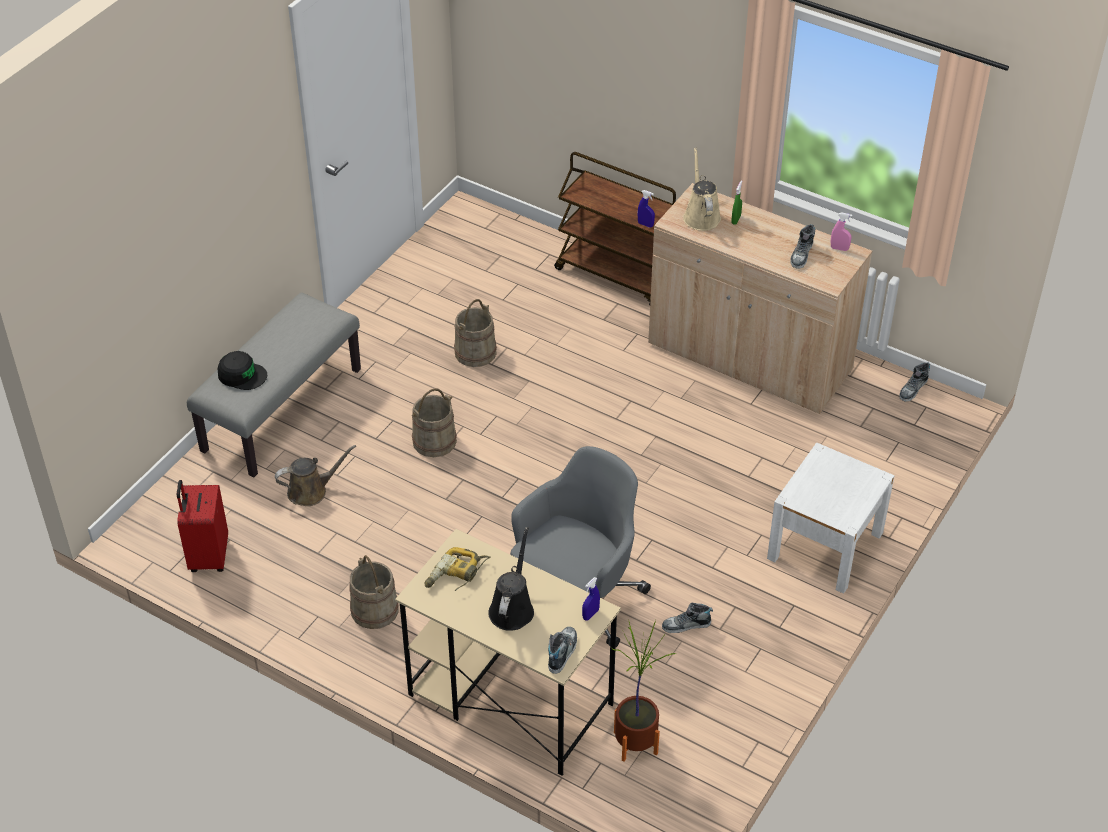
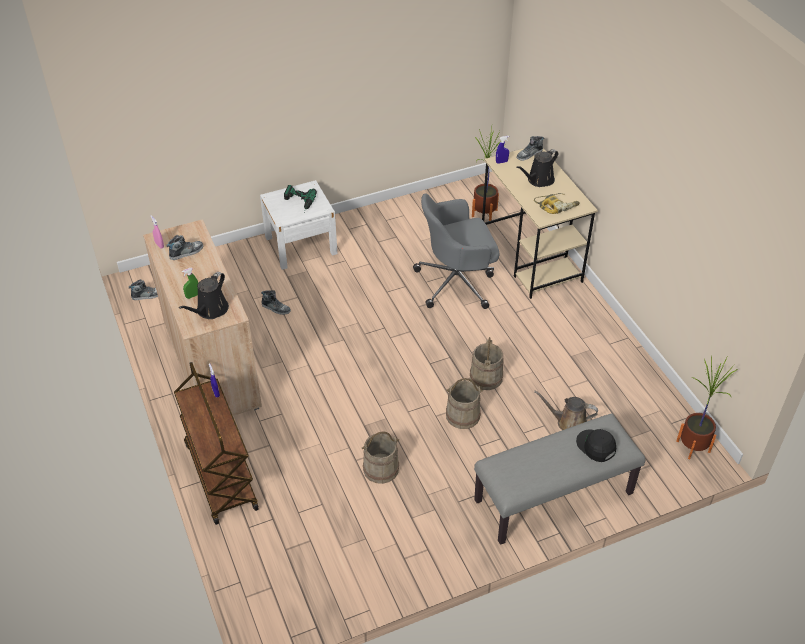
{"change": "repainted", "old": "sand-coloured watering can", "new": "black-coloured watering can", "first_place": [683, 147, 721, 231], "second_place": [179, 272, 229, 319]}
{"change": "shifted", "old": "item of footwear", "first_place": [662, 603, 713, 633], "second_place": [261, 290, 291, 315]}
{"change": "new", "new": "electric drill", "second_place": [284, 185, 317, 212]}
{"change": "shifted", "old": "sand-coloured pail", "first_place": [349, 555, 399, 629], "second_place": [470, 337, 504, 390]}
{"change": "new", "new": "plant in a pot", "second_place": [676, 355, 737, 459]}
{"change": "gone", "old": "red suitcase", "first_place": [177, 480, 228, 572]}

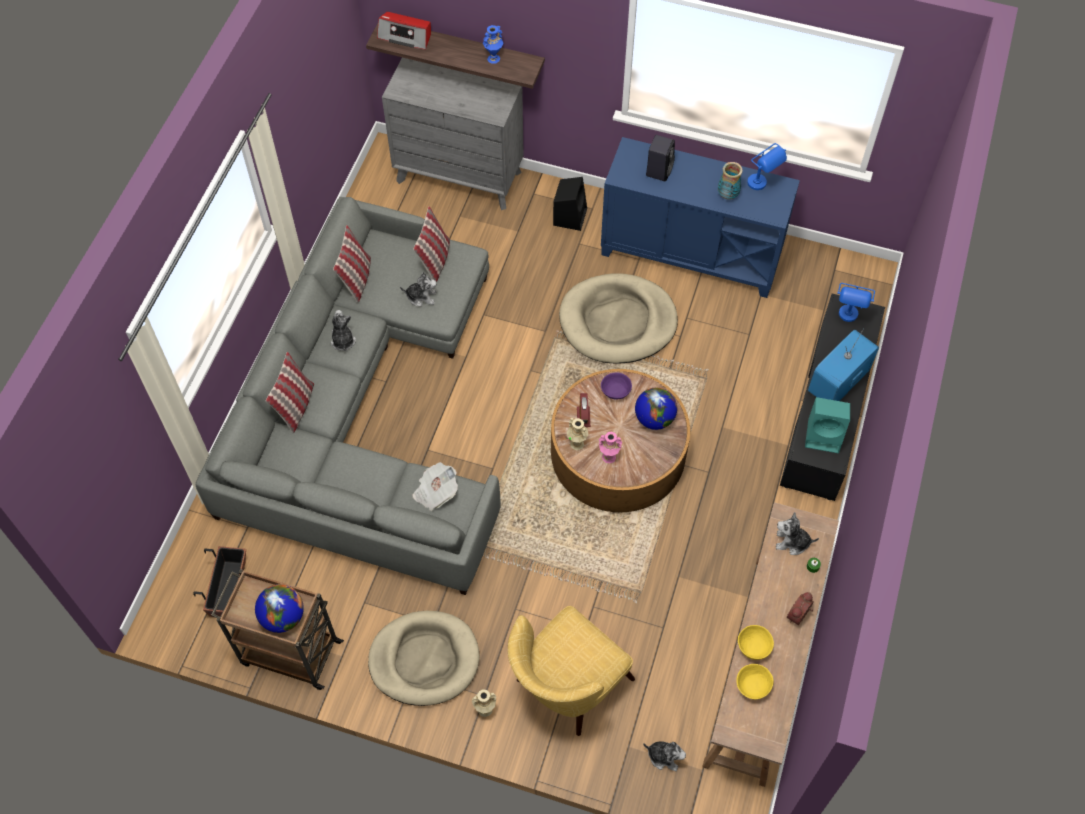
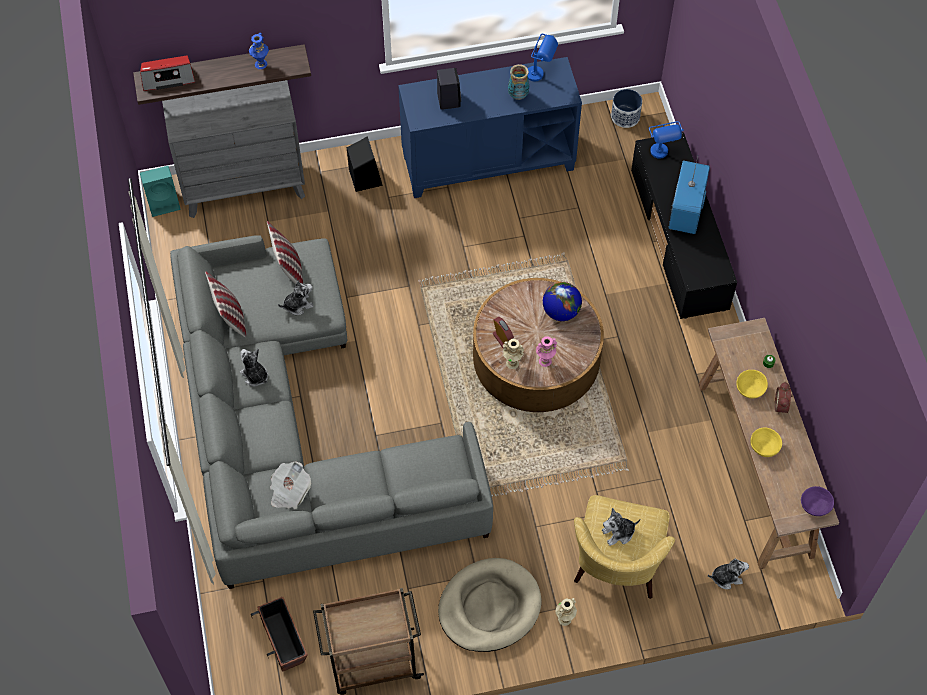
{"change": "shifted", "old": "turquoise-coloured audio speaker", "first_place": [805, 397, 850, 453], "second_place": [140, 166, 181, 217]}
{"change": "shifted", "old": "daily paper", "first_place": [412, 462, 458, 511], "second_place": [270, 462, 311, 509]}
{"change": "shifted", "old": "cuddly toy", "first_place": [776, 512, 819, 555], "second_place": [602, 508, 640, 546]}
{"change": "new", "new": "plant pot", "second_place": [611, 89, 642, 128]}
{"change": "shifted", "old": "yellow-coloured deep dish", "first_place": [736, 664, 774, 700], "second_place": [736, 370, 768, 399]}
{"change": "shifted", "old": "purple-coloured deep dish", "first_place": [601, 372, 632, 400], "second_place": [801, 486, 834, 516]}
{"change": "gone", "old": "world globe", "first_place": [255, 584, 304, 633]}
{"change": "gone", "old": "cushion", "first_place": [266, 352, 314, 433]}
{"change": "gone", "old": "sand-coloured dog cushion", "first_place": [559, 273, 678, 363]}

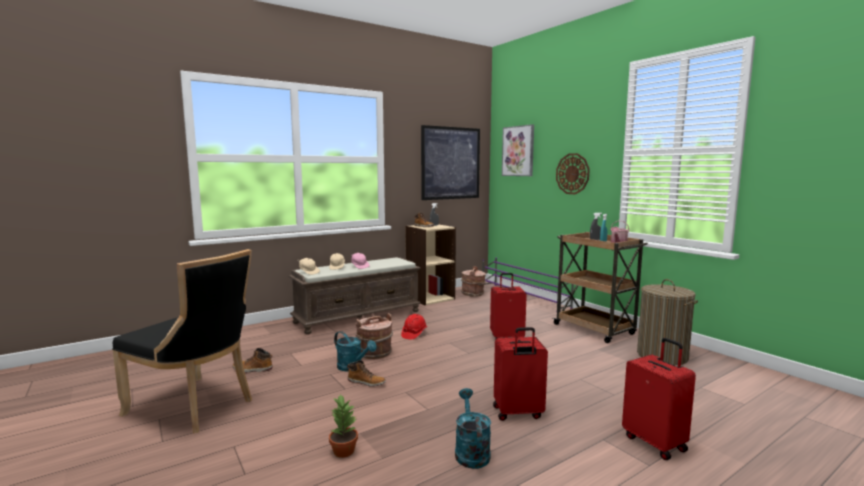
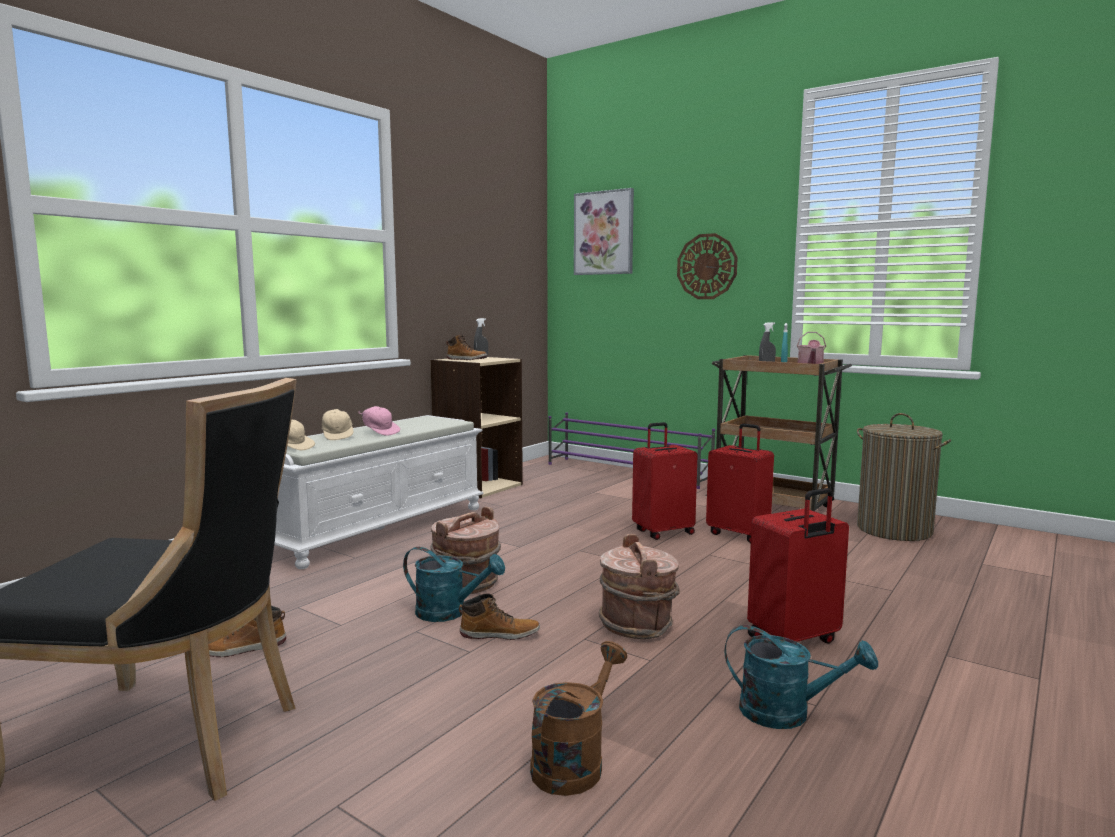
{"change": "repainted", "old": "brownish indoor bench", "new": "white indoor bench", "first_place": [288, 257, 421, 335], "second_place": [274, 415, 483, 569]}
{"change": "swapped", "old": "plant in a pot", "new": "brownish watering can", "first_place": [329, 394, 358, 458], "second_place": [530, 641, 627, 796]}
{"change": "shifted", "old": "brownish pail", "first_place": [461, 266, 486, 297], "second_place": [599, 534, 679, 639]}
{"change": "shifted", "old": "red suitcase", "first_place": [622, 338, 696, 460], "second_place": [706, 423, 774, 543]}
{"change": "rotated", "old": "turquoise-coloured watering can", "first_place": [455, 388, 491, 469], "second_place": [724, 625, 878, 729], "degrees": 135}
{"change": "gone", "old": "red hard hat", "first_place": [401, 314, 427, 340]}
{"change": "gone", "old": "wall art", "first_place": [421, 125, 480, 200]}

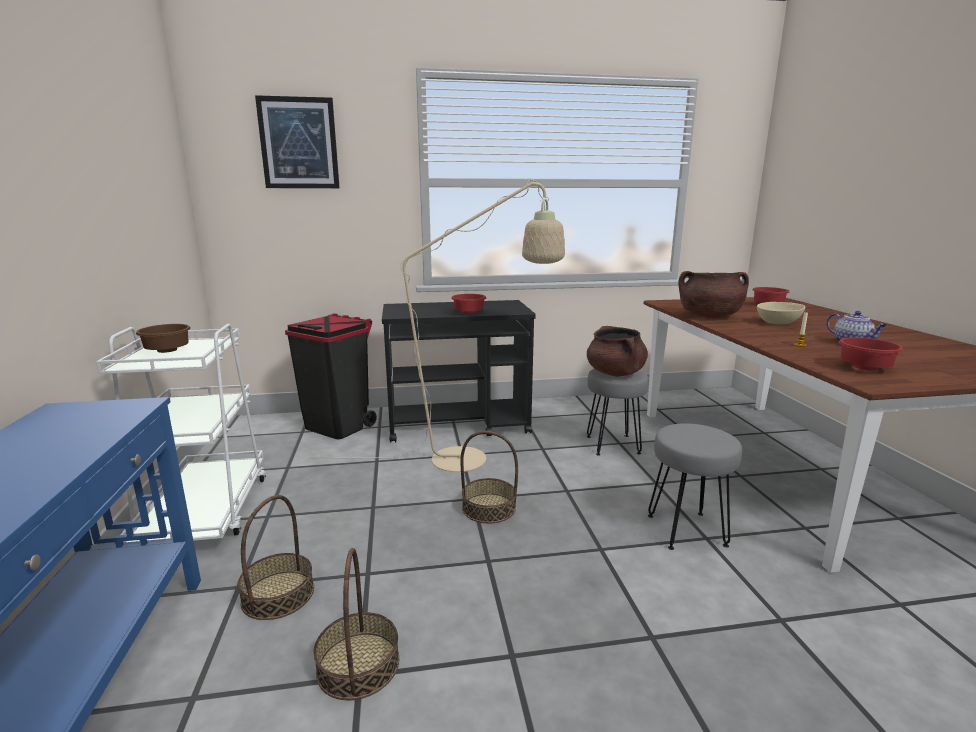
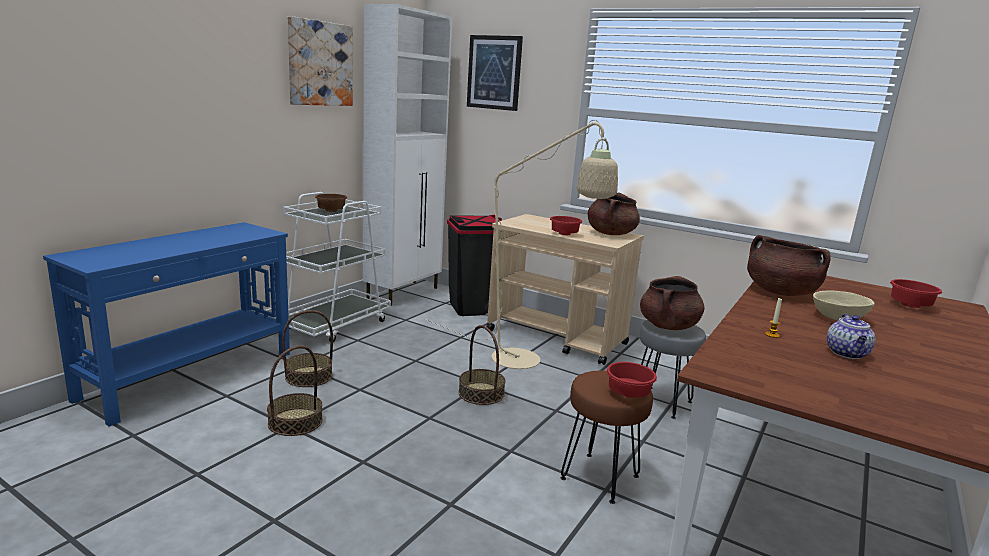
{"change": "new", "new": "wall art", "second_place": [288, 16, 353, 106]}
{"change": "new", "new": "white cabinet", "second_place": [363, 4, 452, 306]}
{"change": "repainted", "old": "black-coloured cart", "new": "sand-coloured cart", "first_place": [382, 300, 536, 443], "second_place": [486, 214, 644, 365]}
{"change": "repainted", "old": "grey sitting stool", "new": "brownish sitting stool", "first_place": [648, 423, 742, 550], "second_place": [561, 371, 653, 504]}
{"change": "new", "new": "brownish cooking pot", "second_place": [588, 193, 640, 235]}
{"change": "shifted", "old": "red deep dish", "first_place": [839, 337, 903, 370], "second_place": [606, 362, 657, 398]}

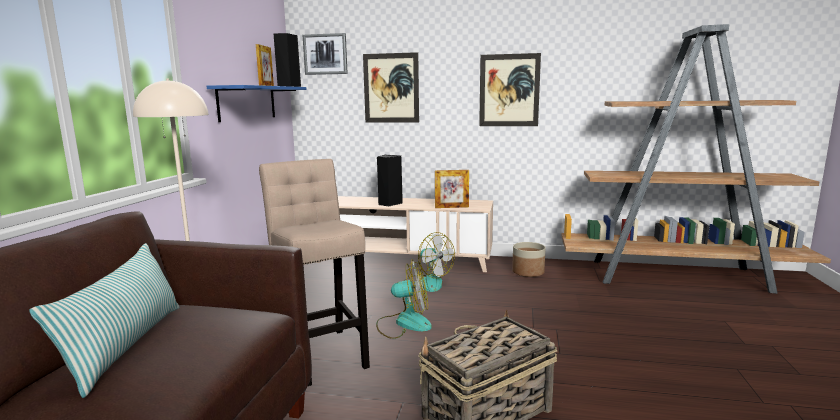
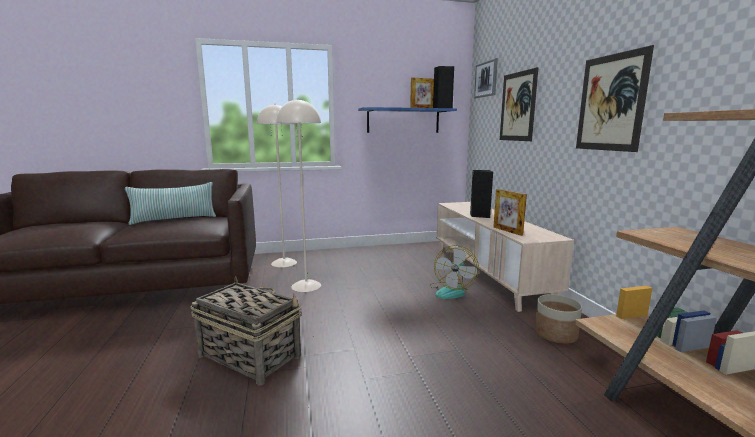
{"change": "swapped", "old": "sand-coloured sitting stool", "new": "sand-coloured standard lamp", "first_place": [259, 159, 370, 386], "second_place": [276, 99, 321, 292]}
{"change": "gone", "old": "electric fan", "first_place": [376, 259, 432, 339]}

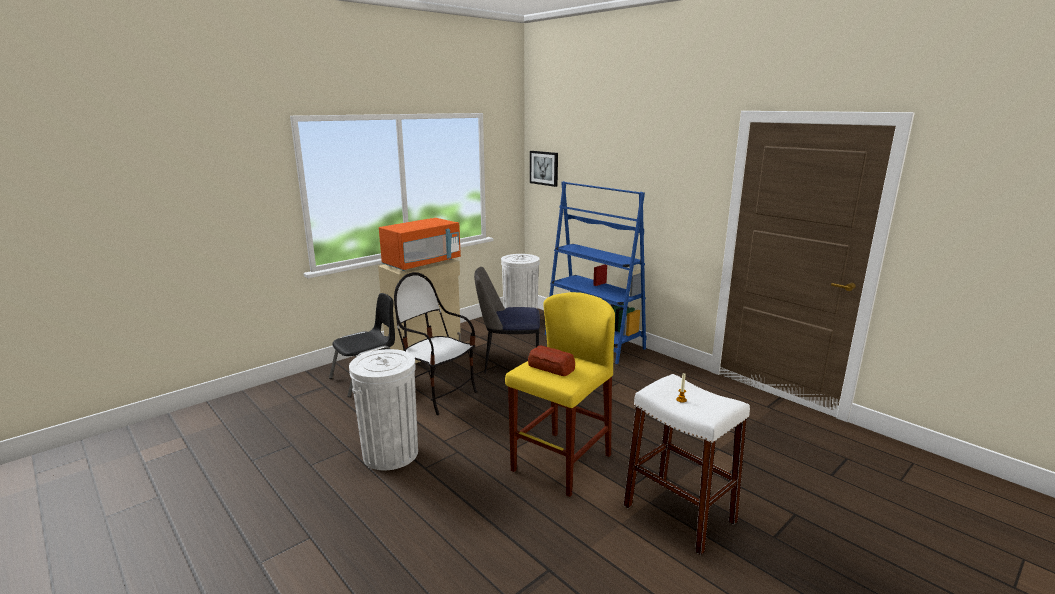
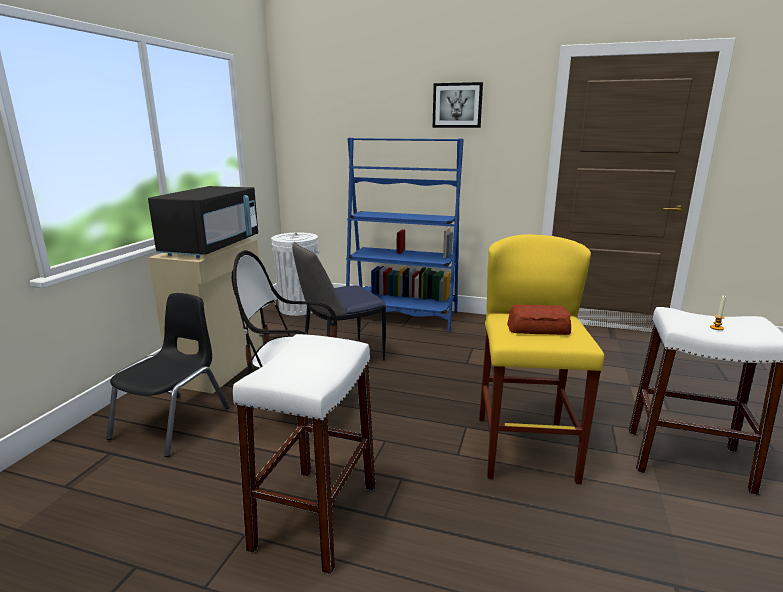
{"change": "repainted", "old": "orange-coloured microwave oven", "new": "black-coloured microwave oven", "first_place": [379, 218, 461, 271], "second_place": [148, 186, 258, 258]}
{"change": "swapped", "old": "white trash can", "new": "white sitting stool", "first_place": [349, 349, 418, 470], "second_place": [233, 334, 375, 574]}
{"change": "shifted", "old": "wall art", "first_place": [530, 151, 558, 187], "second_place": [433, 82, 483, 128]}

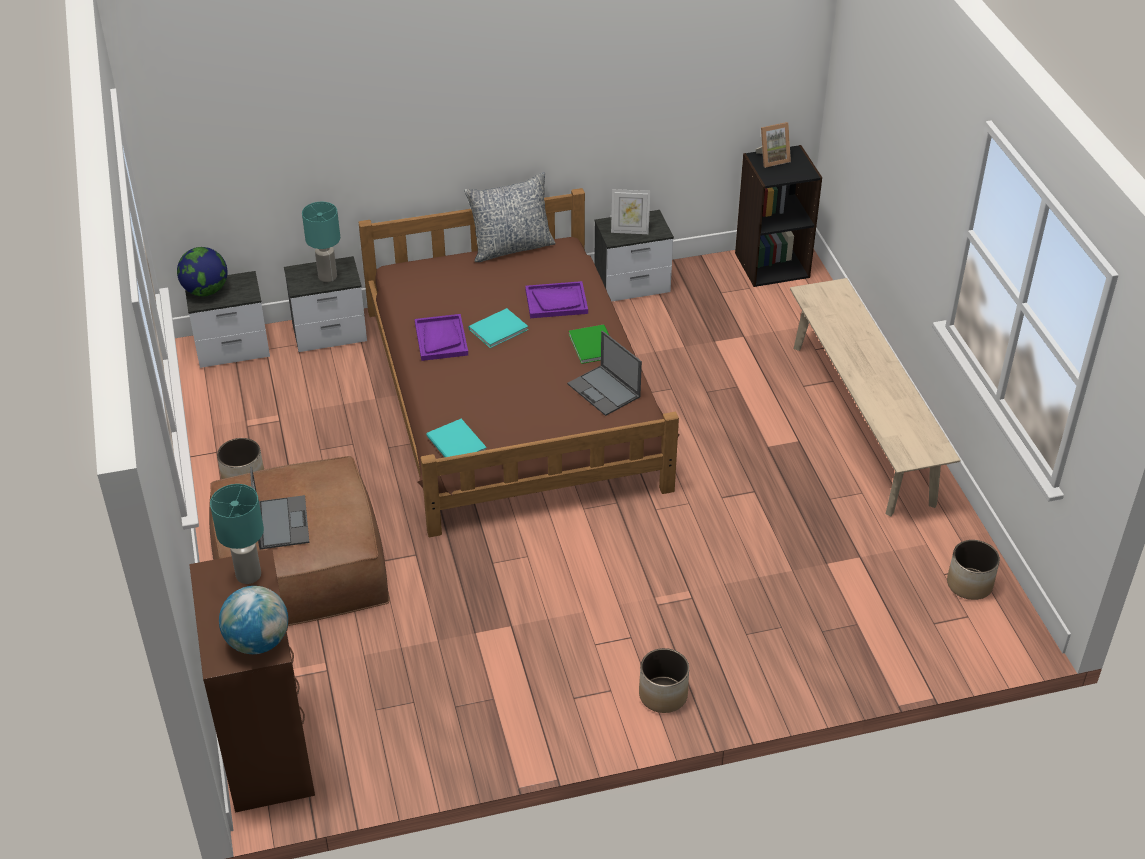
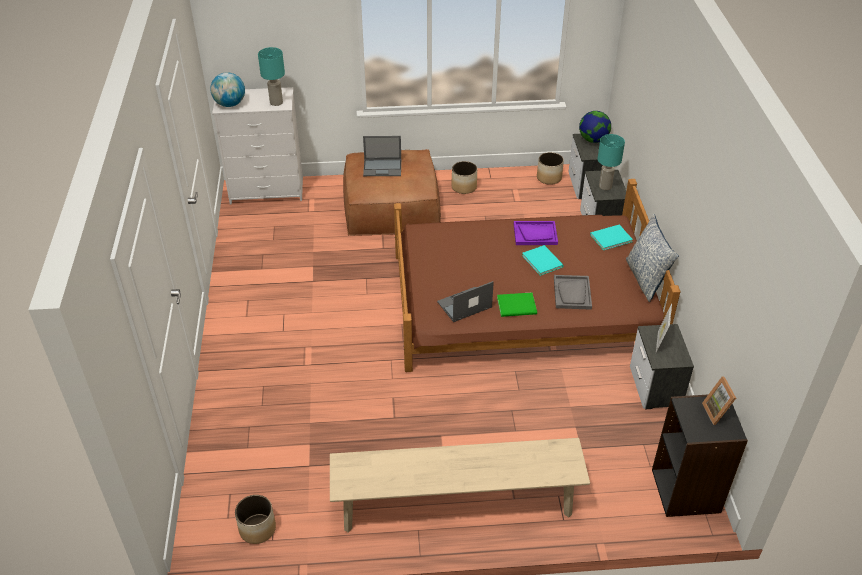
{"change": "repainted", "old": "brownish drawer chest", "new": "white drawer chest", "first_place": [189, 549, 315, 812], "second_place": [212, 87, 303, 205]}
{"change": "shifted", "old": "plant pot", "first_place": [639, 648, 689, 713], "second_place": [537, 152, 564, 185]}
{"change": "repainted", "old": "purple-coloured carrying tray", "new": "grey carrying tray", "first_place": [525, 281, 588, 318], "second_place": [554, 275, 592, 310]}
{"change": "shifted", "old": "turquoise-coloured bound book", "first_place": [426, 419, 487, 457], "second_place": [590, 224, 633, 250]}

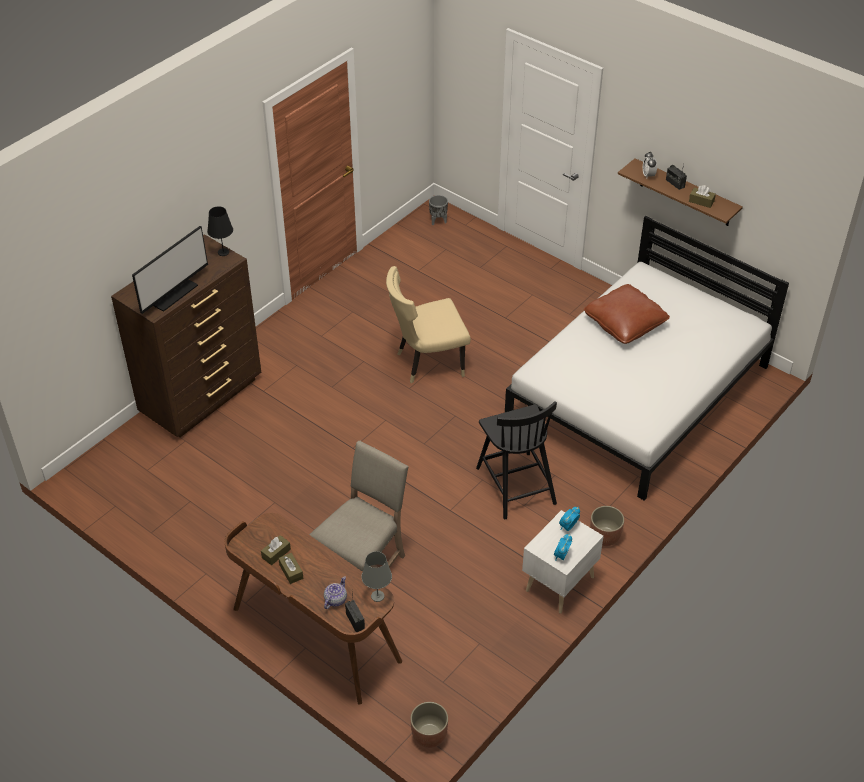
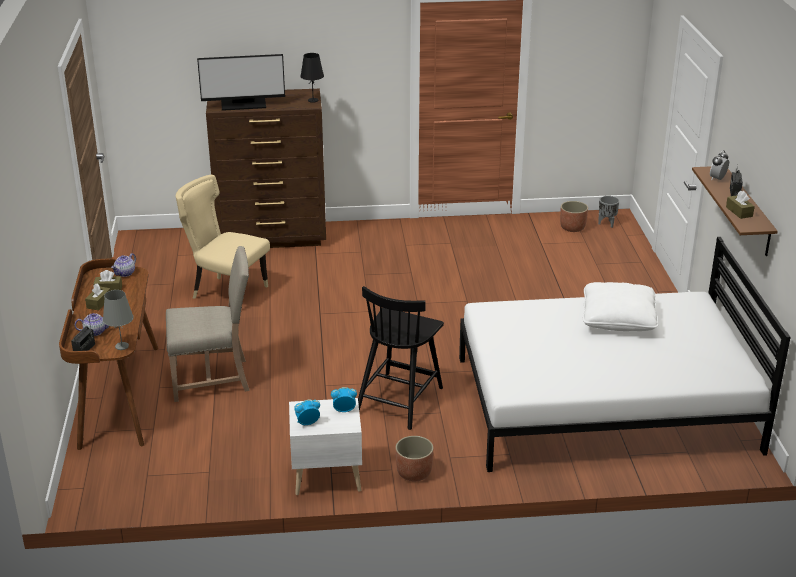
{"change": "new", "new": "teapot", "second_place": [111, 253, 136, 277]}
{"change": "shifted", "old": "sand-coloured upright chair", "first_place": [386, 266, 471, 384], "second_place": [176, 175, 270, 299]}
{"change": "shifted", "old": "plant pot", "first_place": [410, 702, 448, 748], "second_place": [560, 201, 588, 232]}
{"change": "repainted", "old": "brownish cushion", "new": "white cushion", "first_place": [584, 284, 670, 344], "second_place": [583, 282, 658, 331]}

